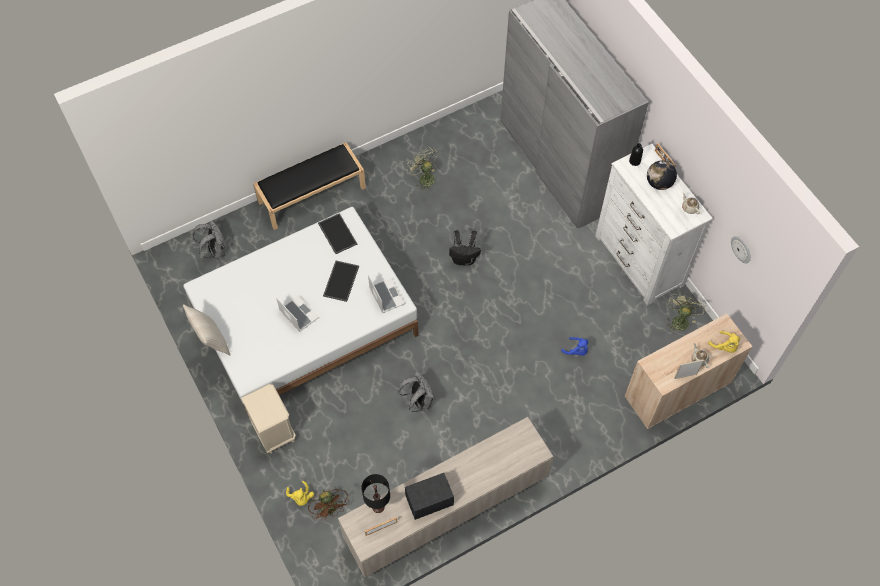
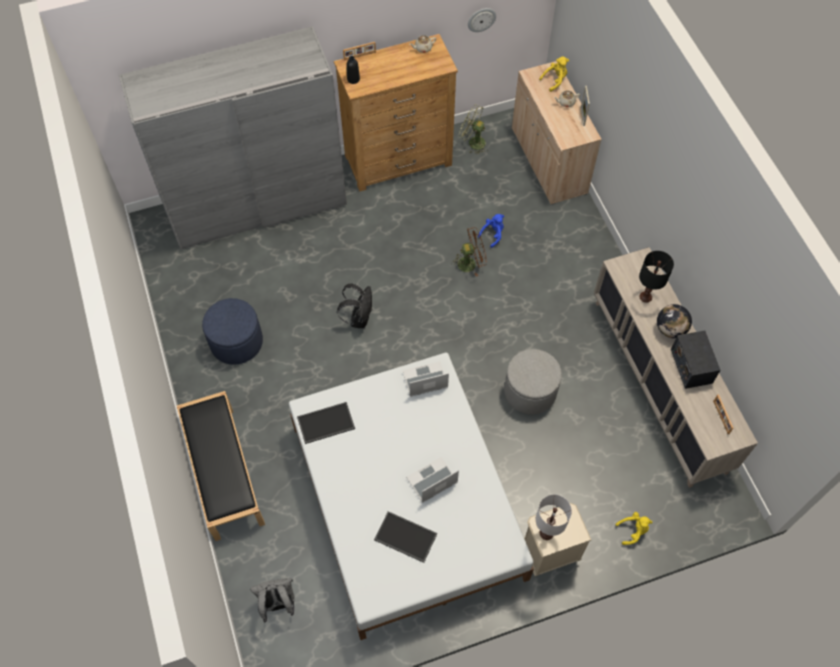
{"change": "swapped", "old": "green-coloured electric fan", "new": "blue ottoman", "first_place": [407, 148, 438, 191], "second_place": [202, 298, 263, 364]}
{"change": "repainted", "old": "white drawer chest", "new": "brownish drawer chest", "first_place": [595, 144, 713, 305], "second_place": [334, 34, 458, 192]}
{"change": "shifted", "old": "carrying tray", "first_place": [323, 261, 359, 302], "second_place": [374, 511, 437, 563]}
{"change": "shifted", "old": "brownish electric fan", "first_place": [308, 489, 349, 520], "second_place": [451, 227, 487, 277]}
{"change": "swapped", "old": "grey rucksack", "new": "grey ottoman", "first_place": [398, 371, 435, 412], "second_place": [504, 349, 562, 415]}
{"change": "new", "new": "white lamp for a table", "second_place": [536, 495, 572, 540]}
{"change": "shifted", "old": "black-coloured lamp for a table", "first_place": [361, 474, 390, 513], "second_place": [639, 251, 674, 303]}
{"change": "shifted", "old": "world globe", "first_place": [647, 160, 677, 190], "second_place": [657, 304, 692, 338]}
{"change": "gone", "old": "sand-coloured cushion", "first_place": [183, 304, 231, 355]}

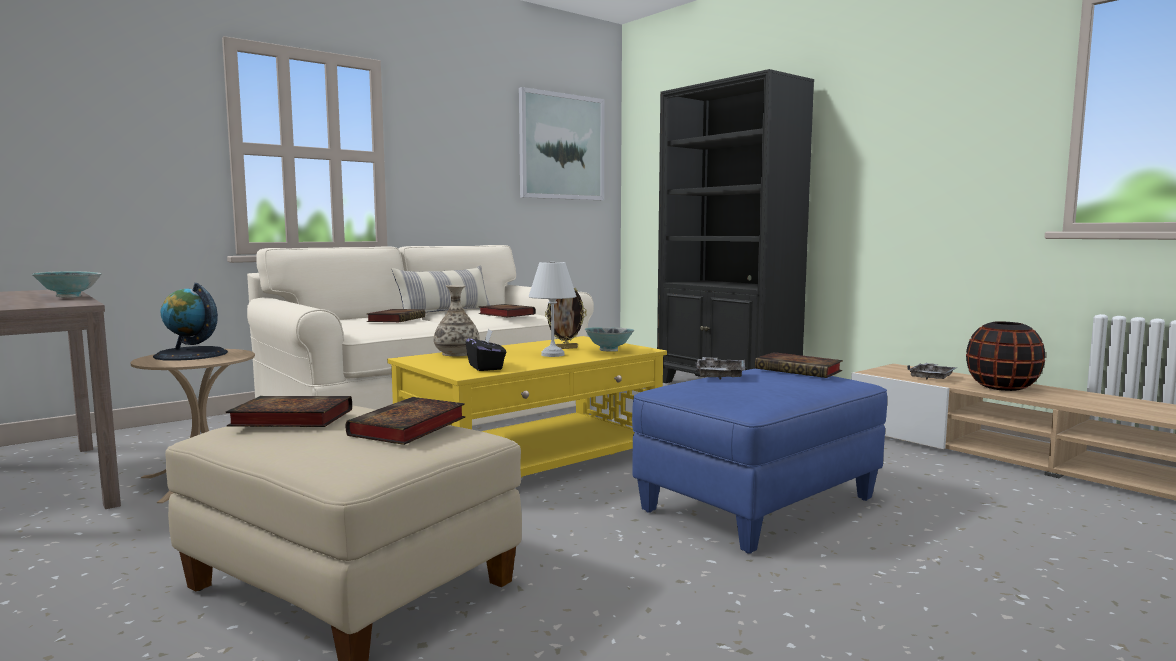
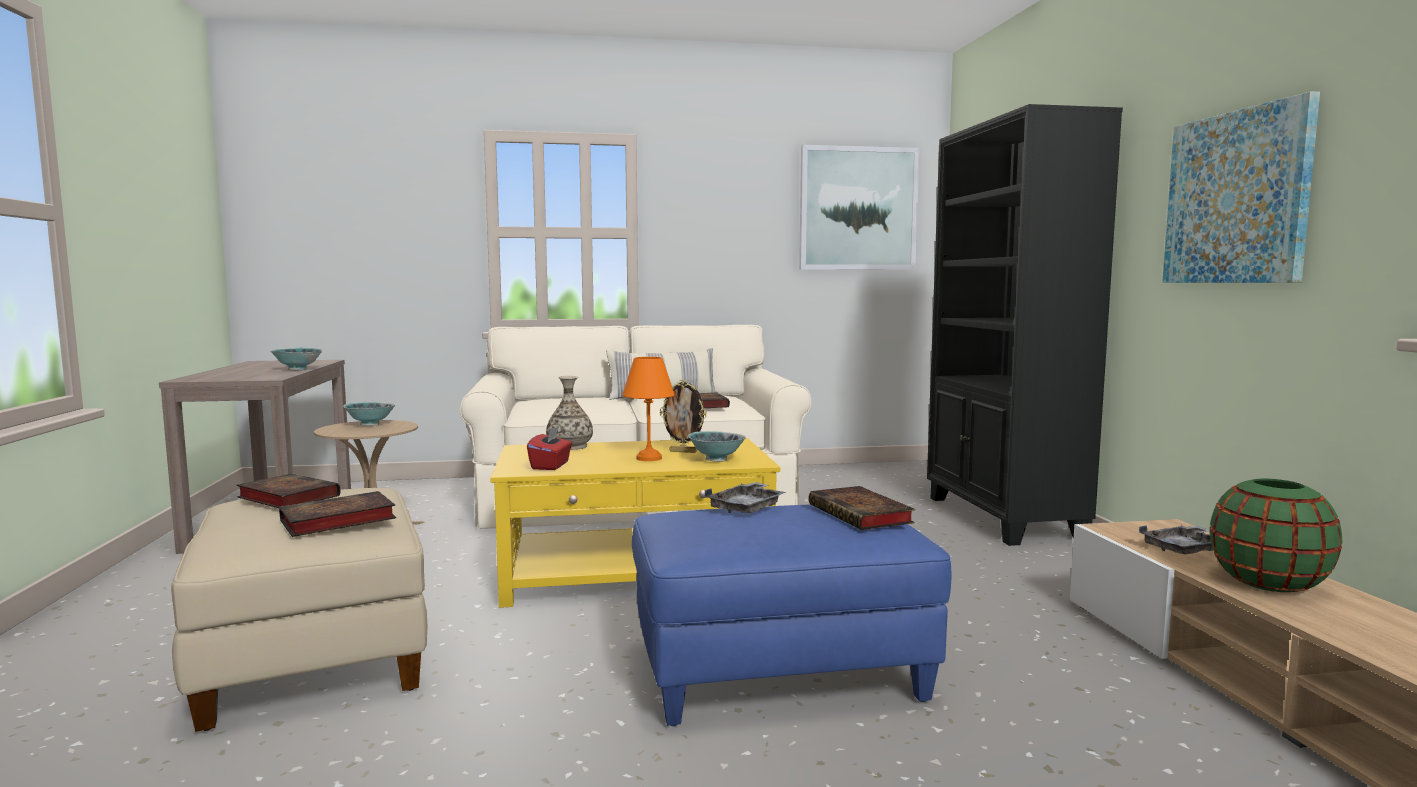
{"change": "swapped", "old": "world globe", "new": "deep dish", "first_place": [153, 283, 228, 361], "second_place": [343, 402, 395, 426]}
{"change": "repainted", "old": "black-coloured tissue box", "new": "red tissue box", "first_place": [466, 329, 506, 371], "second_place": [527, 426, 572, 470]}
{"change": "repainted", "old": "white lamp for a table", "new": "orange-coloured lamp for a table", "first_place": [529, 262, 576, 357], "second_place": [622, 357, 675, 461]}
{"change": "new", "new": "wall art", "second_place": [1162, 91, 1320, 283]}
{"change": "repainted", "old": "black-coloured flower vase", "new": "green-coloured flower vase", "first_place": [966, 322, 1045, 391], "second_place": [1210, 479, 1343, 592]}
{"change": "gone", "old": "bound book", "first_place": [367, 309, 425, 322]}

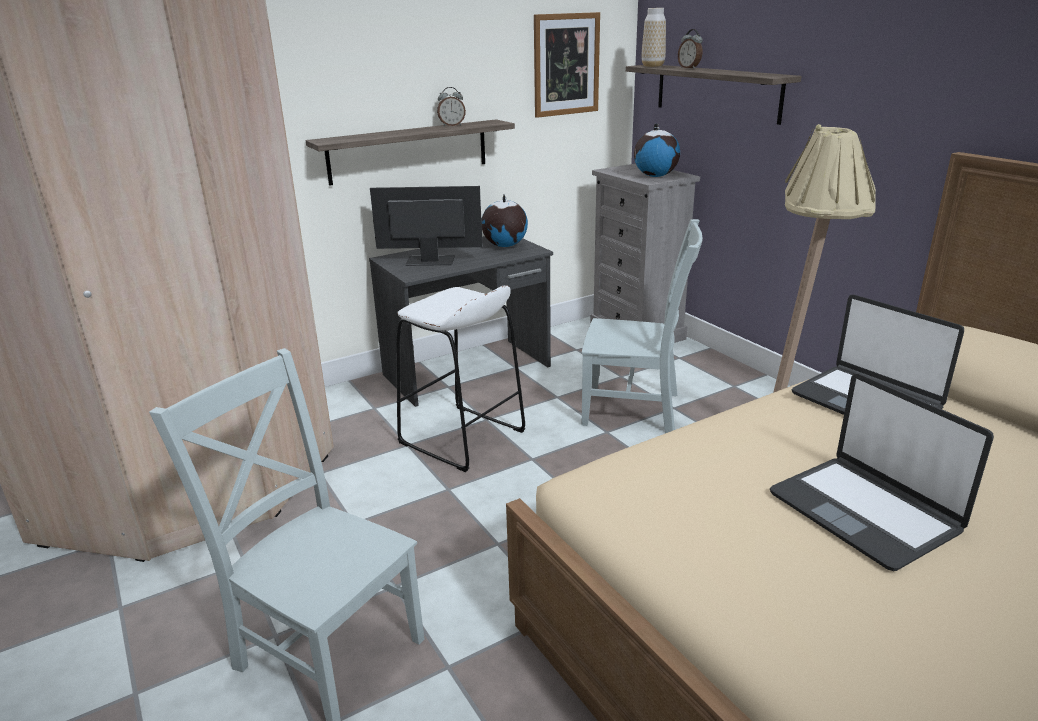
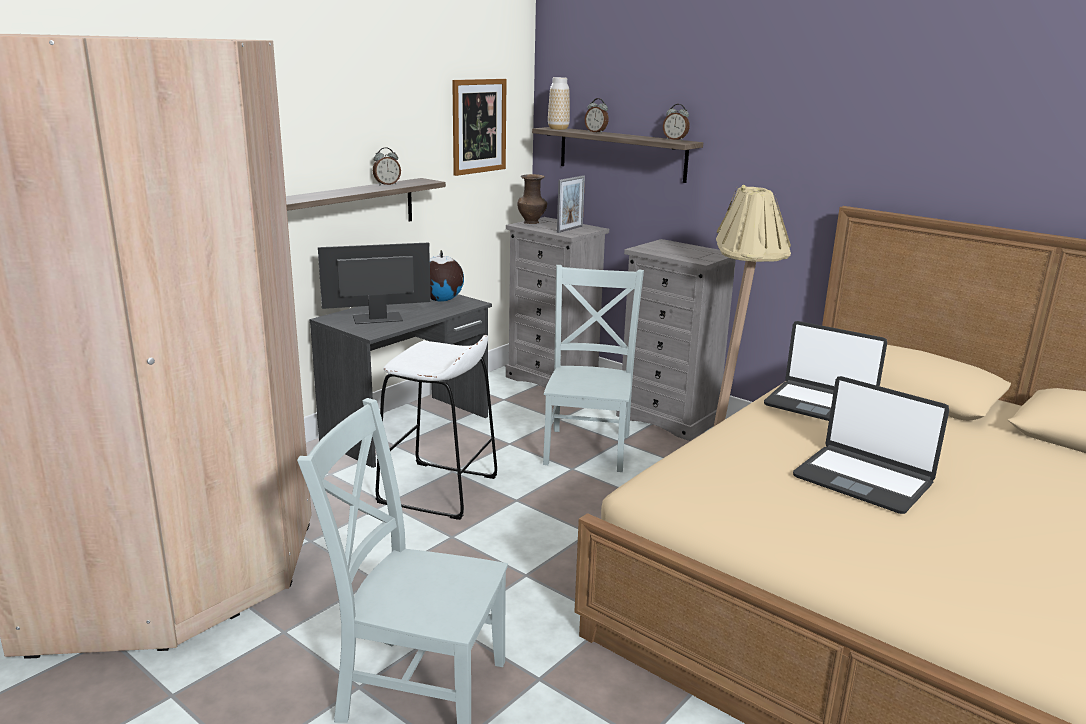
{"change": "new", "new": "brownish flower vase", "second_place": [517, 174, 547, 224]}
{"change": "rotated", "old": "grey upright chair", "first_place": [581, 219, 703, 433], "second_place": [543, 265, 644, 472], "degrees": -75}
{"change": "swapped", "old": "world globe", "new": "picture frame", "first_place": [634, 123, 680, 177], "second_place": [557, 176, 585, 233]}
{"change": "new", "new": "grey drawer chest", "second_place": [616, 239, 736, 441]}
{"change": "new", "new": "alarm clock", "second_place": [663, 104, 690, 140]}

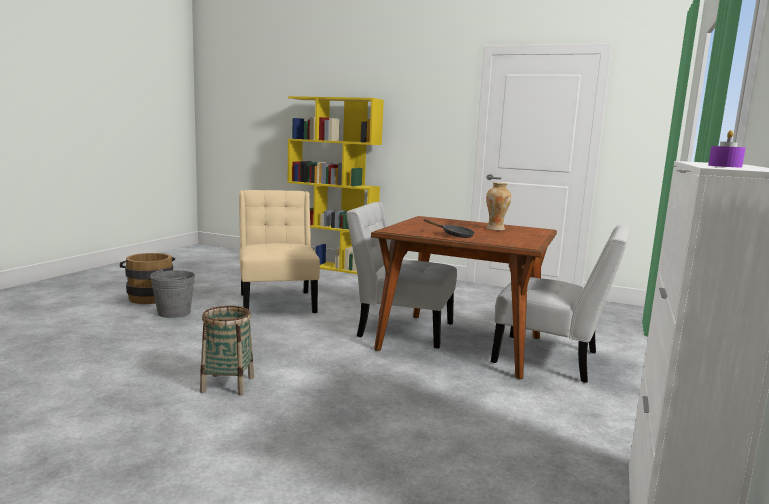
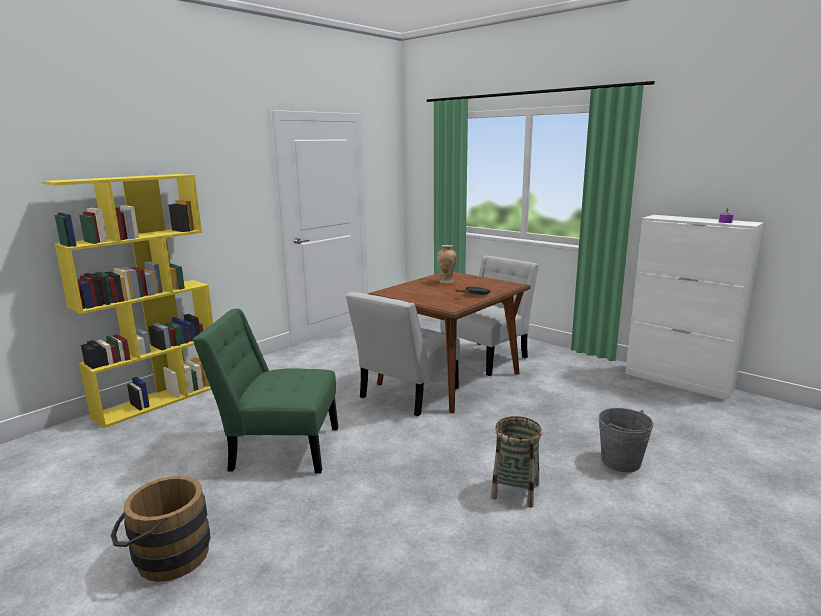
{"change": "repainted", "old": "sand-coloured upright chair", "new": "green-coloured upright chair", "first_place": [239, 190, 320, 313], "second_place": [193, 309, 338, 474]}
{"change": "shifted", "old": "grey pail", "first_place": [150, 269, 195, 318], "second_place": [599, 408, 654, 472]}

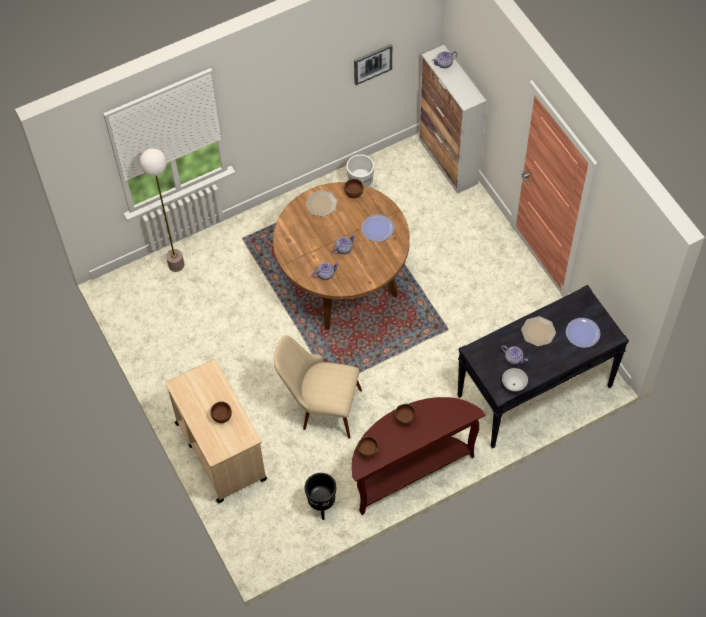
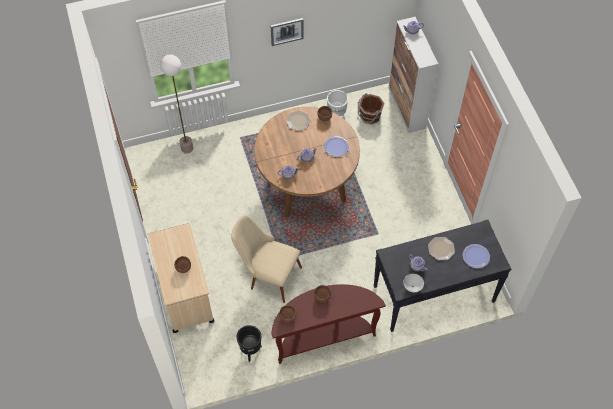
{"change": "shifted", "old": "wall art", "first_place": [354, 44, 392, 85], "second_place": [271, 18, 304, 46]}
{"change": "new", "new": "brownish pail", "second_place": [358, 93, 385, 125]}

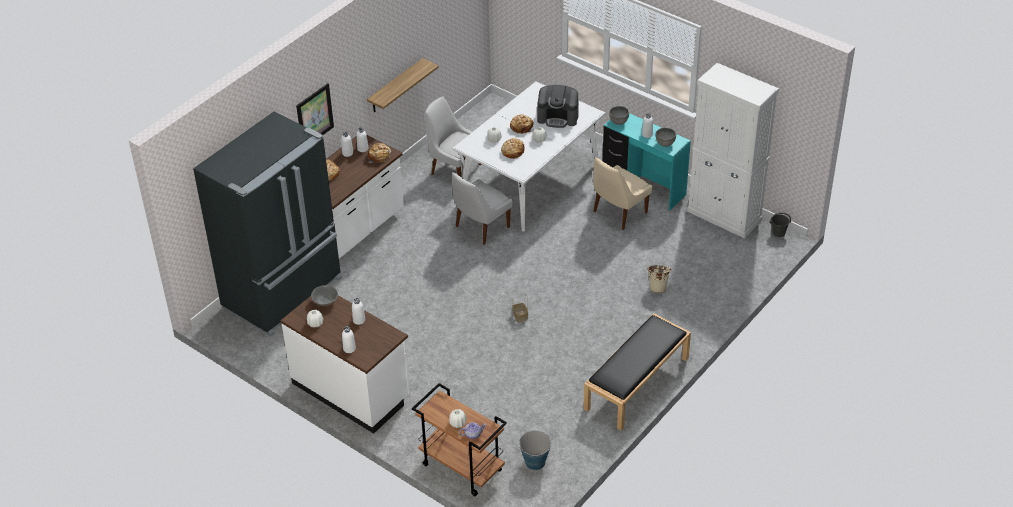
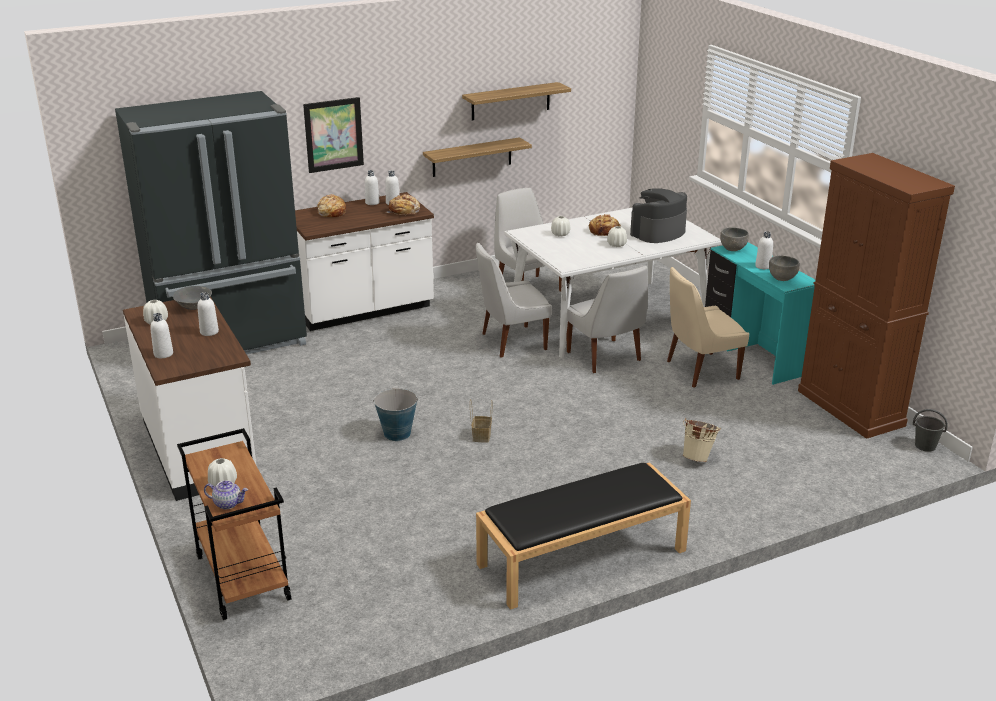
{"change": "shifted", "old": "pail", "first_place": [518, 431, 551, 470], "second_place": [373, 389, 418, 441]}
{"change": "new", "new": "wall shelf", "second_place": [462, 82, 571, 121]}
{"change": "new", "new": "white upright chair", "second_place": [567, 266, 648, 373]}
{"change": "rotated", "old": "coffee machine", "first_place": [537, 85, 579, 128], "second_place": [630, 188, 687, 243], "degrees": 105}
{"change": "repainted", "old": "white cabinet", "new": "brownish cabinet", "first_place": [687, 63, 779, 238], "second_place": [798, 153, 955, 439]}
{"change": "gone", "old": "bread", "first_place": [501, 138, 525, 159]}

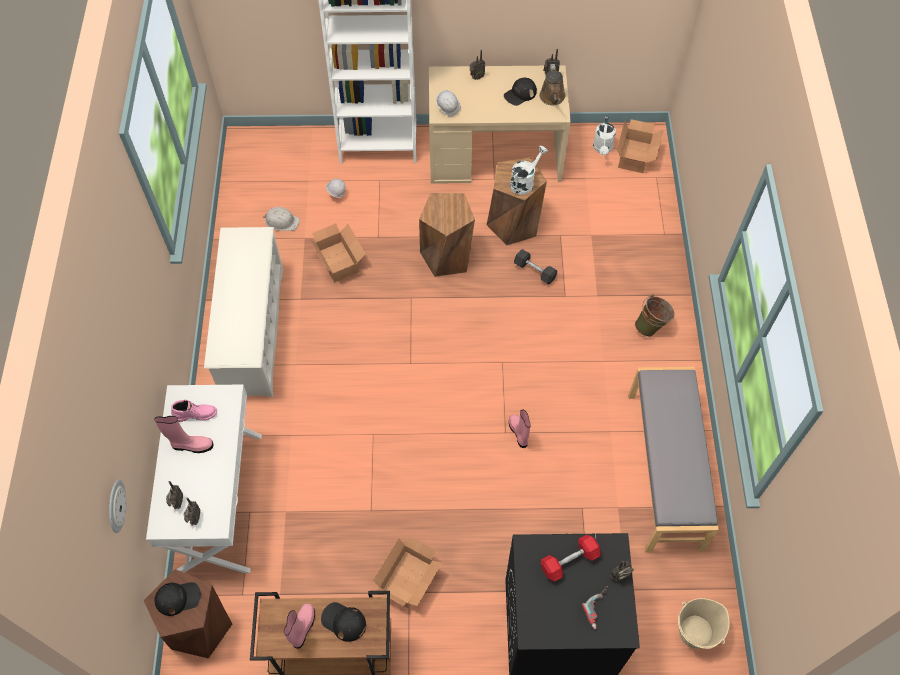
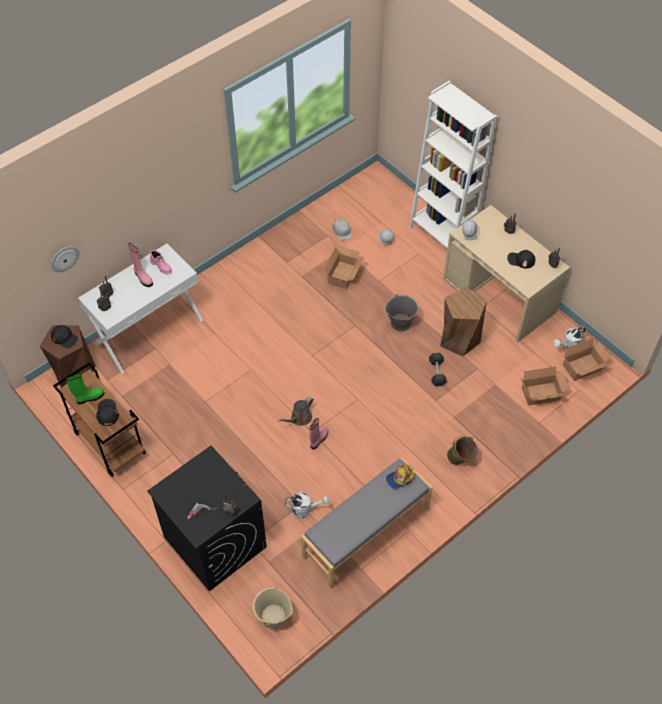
{"change": "repainted", "old": "pinkish boot", "new": "green-coloured boot", "first_place": [284, 603, 315, 649], "second_place": [66, 373, 105, 404]}
{"change": "shifted", "old": "brownish watering can", "first_place": [539, 64, 565, 105], "second_place": [278, 397, 314, 426]}
{"change": "shifted", "old": "white watering can", "first_place": [510, 146, 548, 195], "second_place": [285, 493, 329, 518]}
{"change": "swapped", "old": "brownish sitting stool", "new": "grey pail", "first_place": [419, 193, 475, 277], "second_place": [385, 294, 419, 331]}
{"change": "new", "new": "cap", "second_place": [386, 464, 415, 489]}
{"change": "shifted", "old": "cardboard box", "first_place": [373, 536, 442, 609], "second_place": [521, 366, 569, 406]}
{"change": "gone", "old": "white shoe stand", "first_place": [204, 227, 283, 398]}
{"change": "gone", "old": "red free weight", "first_place": [541, 535, 600, 582]}

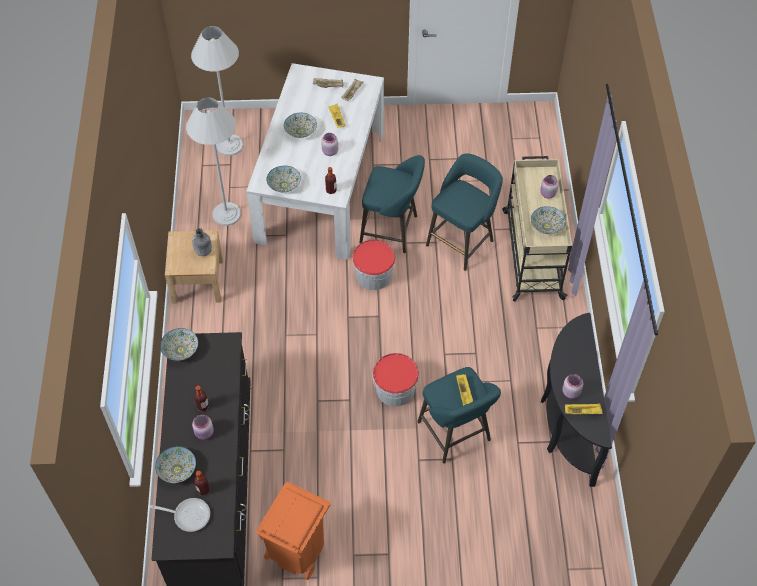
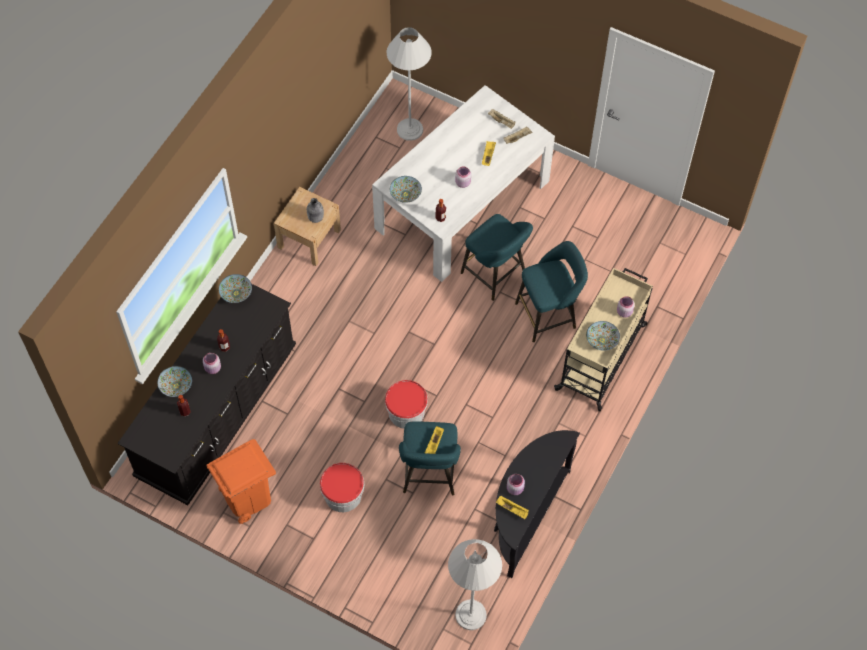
{"change": "shifted", "old": "pail", "first_place": [352, 239, 396, 290], "second_place": [320, 463, 364, 512]}
{"change": "shifted", "old": "white standard lamp", "first_place": [186, 97, 241, 226], "second_place": [448, 539, 502, 630]}
{"change": "gone", "old": "skillet", "first_place": [150, 498, 210, 532]}
{"change": "gone", "old": "deep dish", "first_place": [284, 113, 317, 138]}

